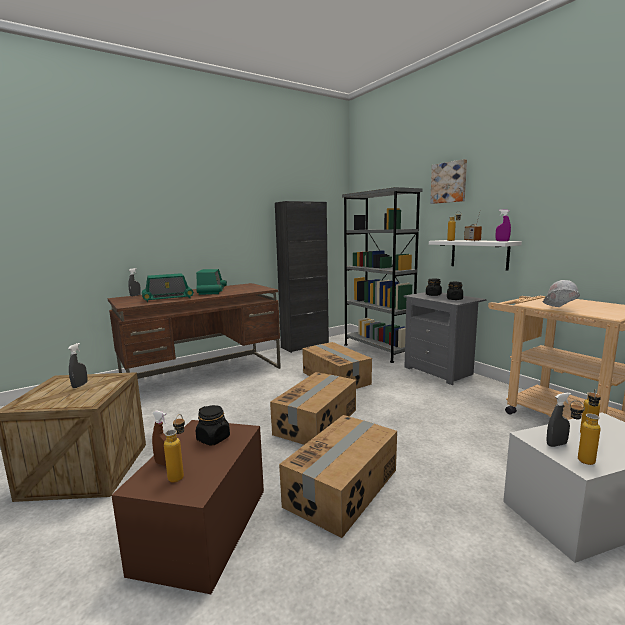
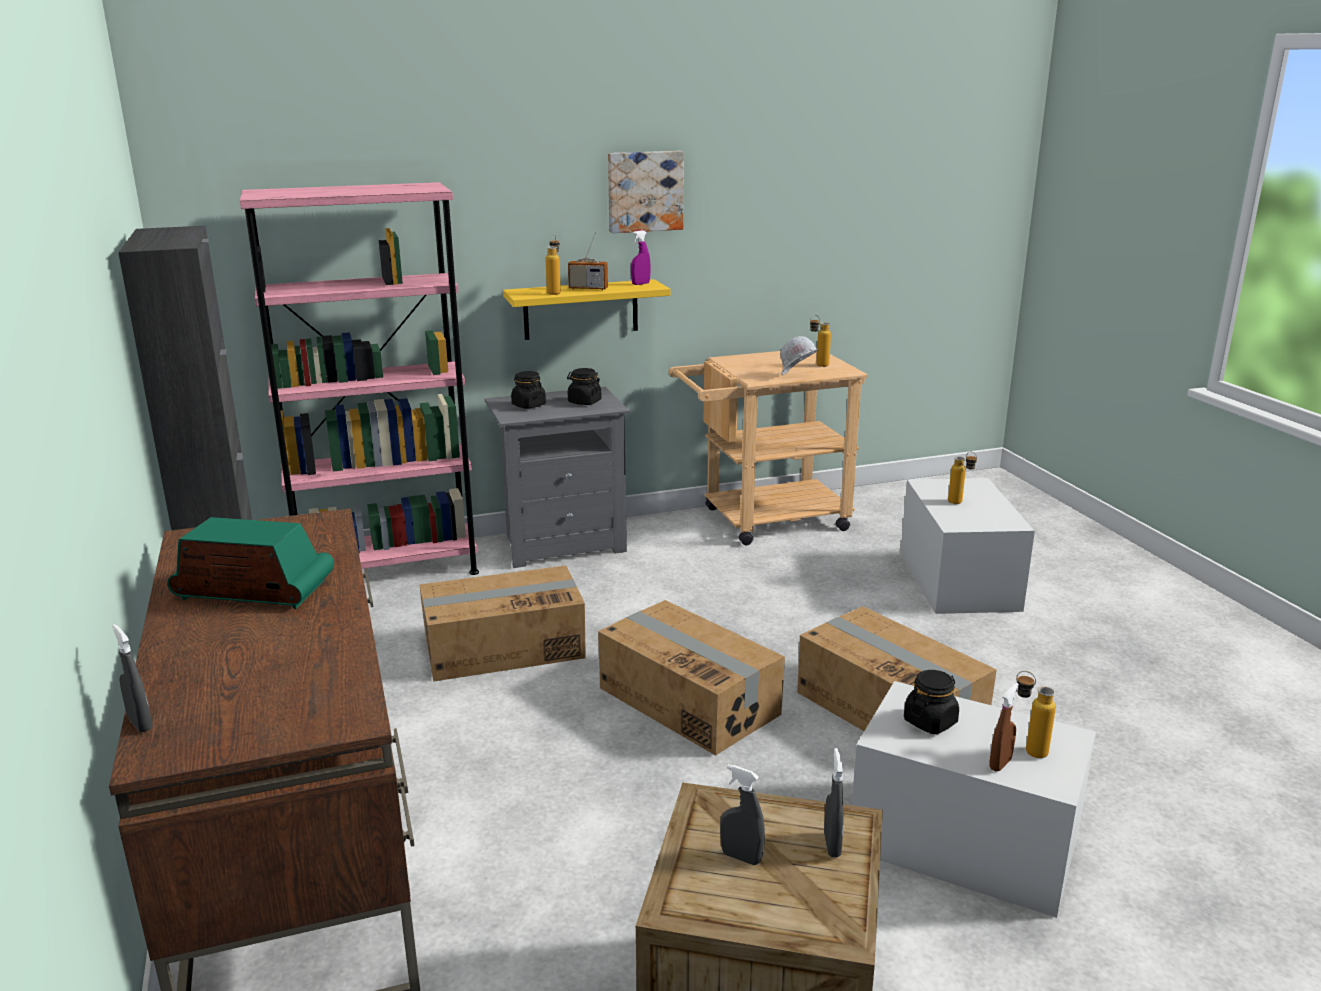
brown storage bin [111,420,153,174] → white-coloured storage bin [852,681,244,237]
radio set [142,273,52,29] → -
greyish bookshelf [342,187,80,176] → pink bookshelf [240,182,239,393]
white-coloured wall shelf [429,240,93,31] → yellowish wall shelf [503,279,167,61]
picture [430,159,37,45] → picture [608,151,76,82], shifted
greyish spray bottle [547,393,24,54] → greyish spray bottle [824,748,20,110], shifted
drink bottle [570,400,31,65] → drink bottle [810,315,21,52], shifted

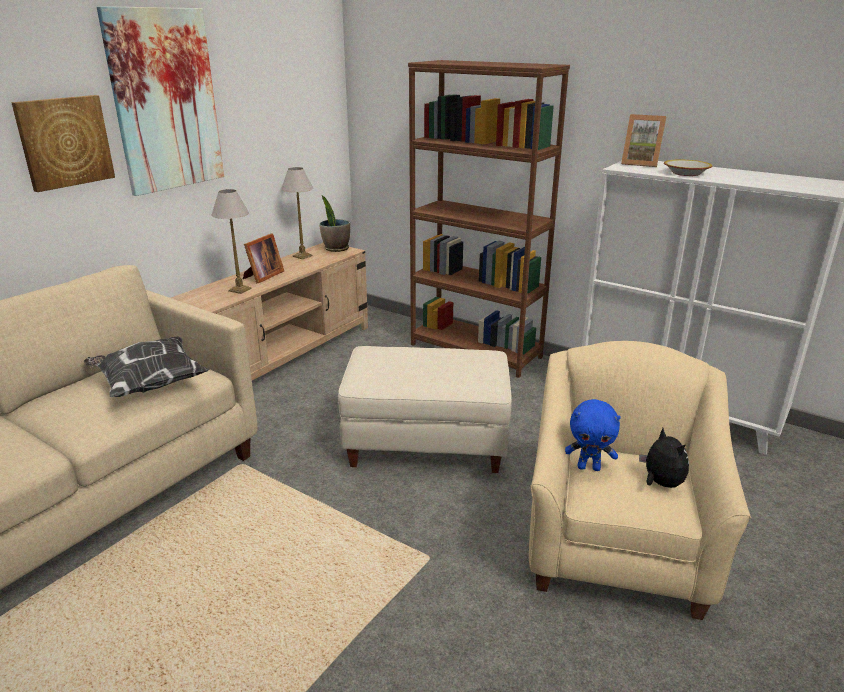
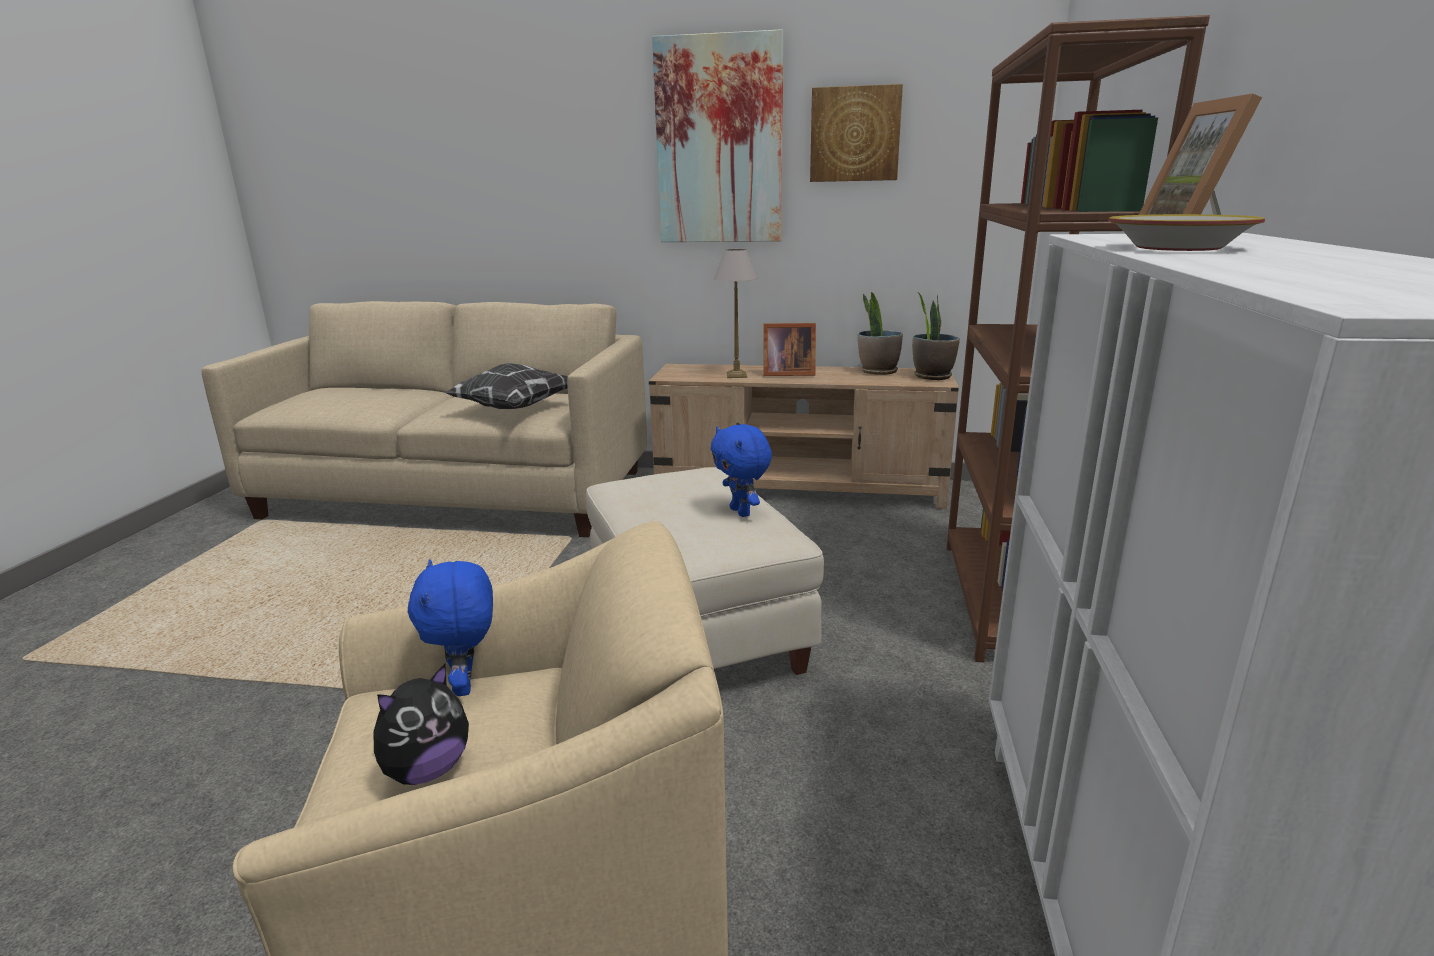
picture [11,95,104,97] → picture [810,84,93,98], shifted
table lamp [281,167,32,92] → potted plant [858,292,45,83]
- → bluish plush toy [711,424,61,93]

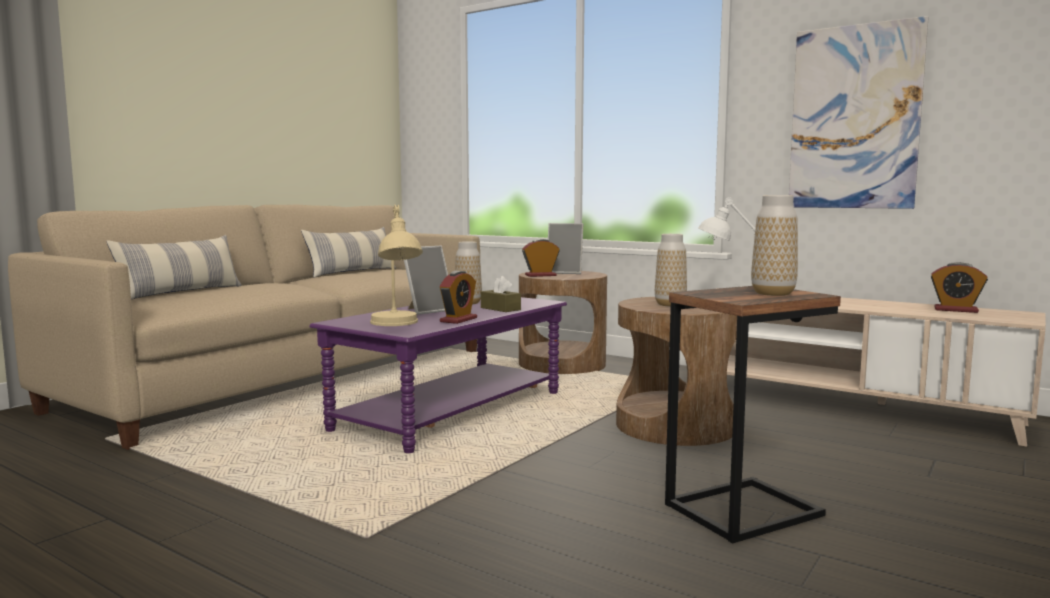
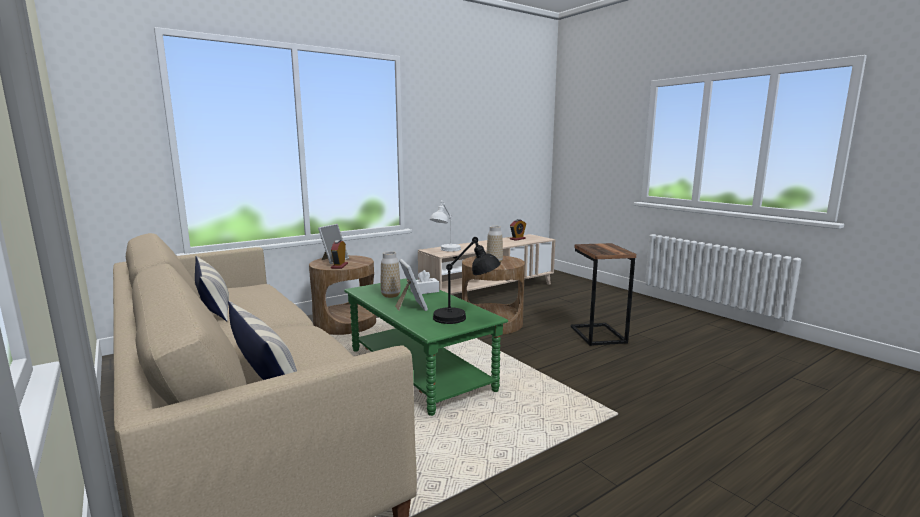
purple-coloured lounge table [309,297,258,156] → green lounge table [344,278,164,138]
sand-coloured table lamp [370,205,53,121] → black-coloured table lamp [433,237,67,87]
bedside clock [440,271,37,53] → -
brown box of tissues [481,276,40,36] → white-coloured box of tissues [411,270,28,24]
flower vase [751,195,47,101] → -
picture [789,16,140,193] → -

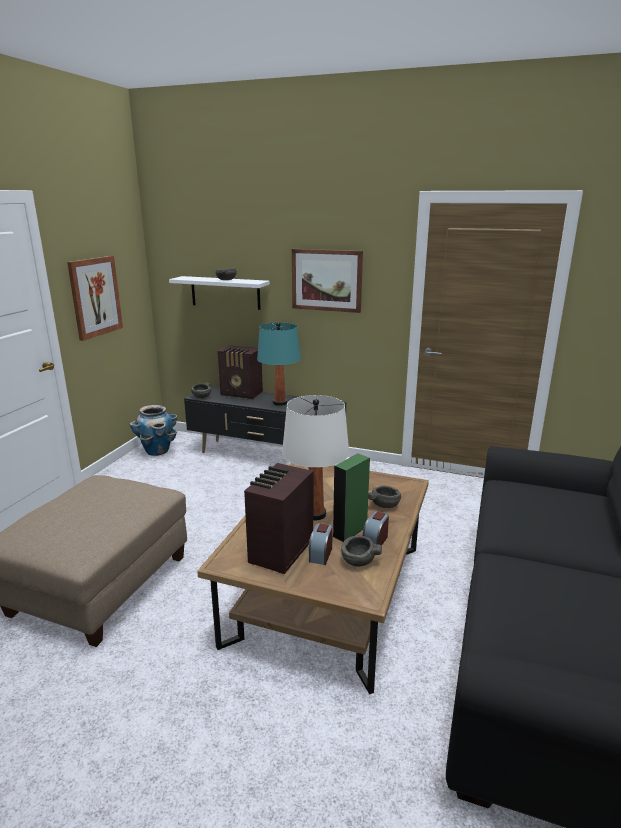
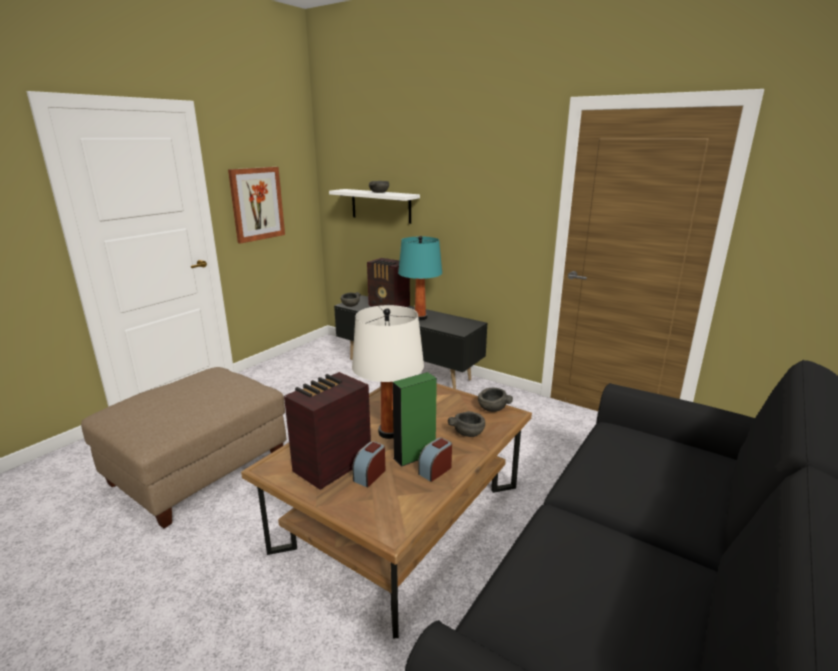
planter [130,405,47,51] → -
picture [292,249,71,64] → -
greyish serving bowl [341,536,41,31] → greyish serving bowl [478,388,35,24], shifted

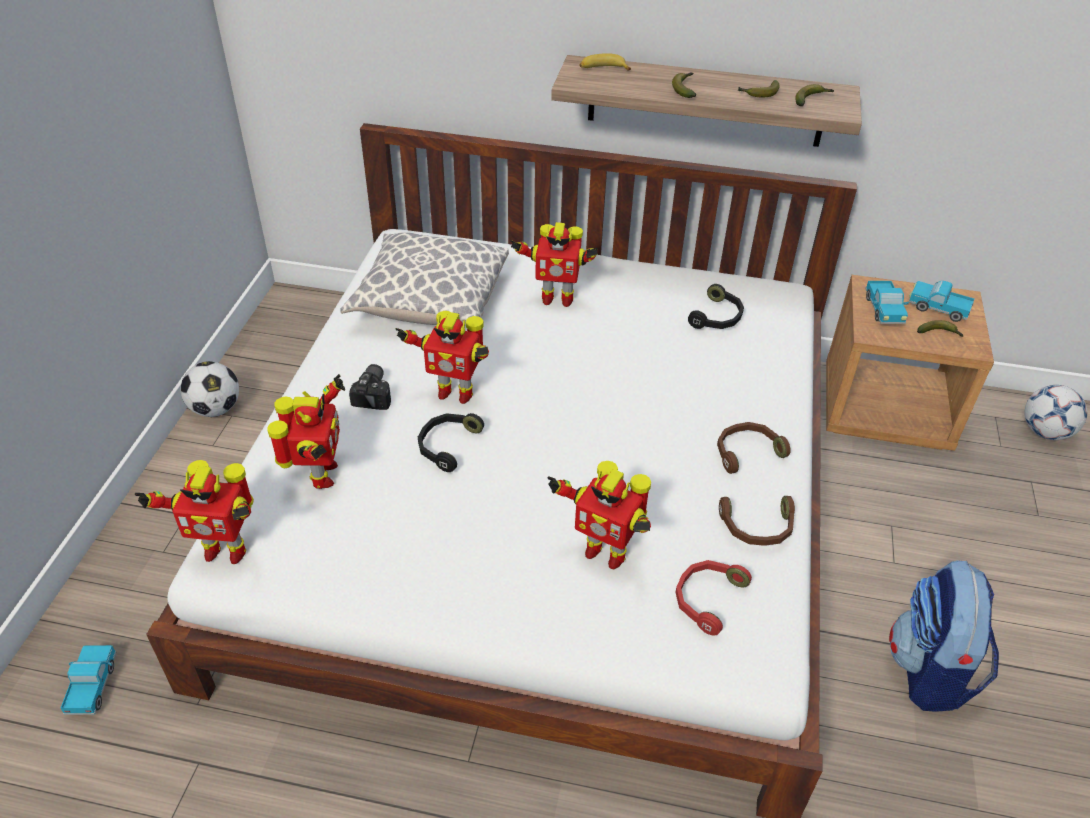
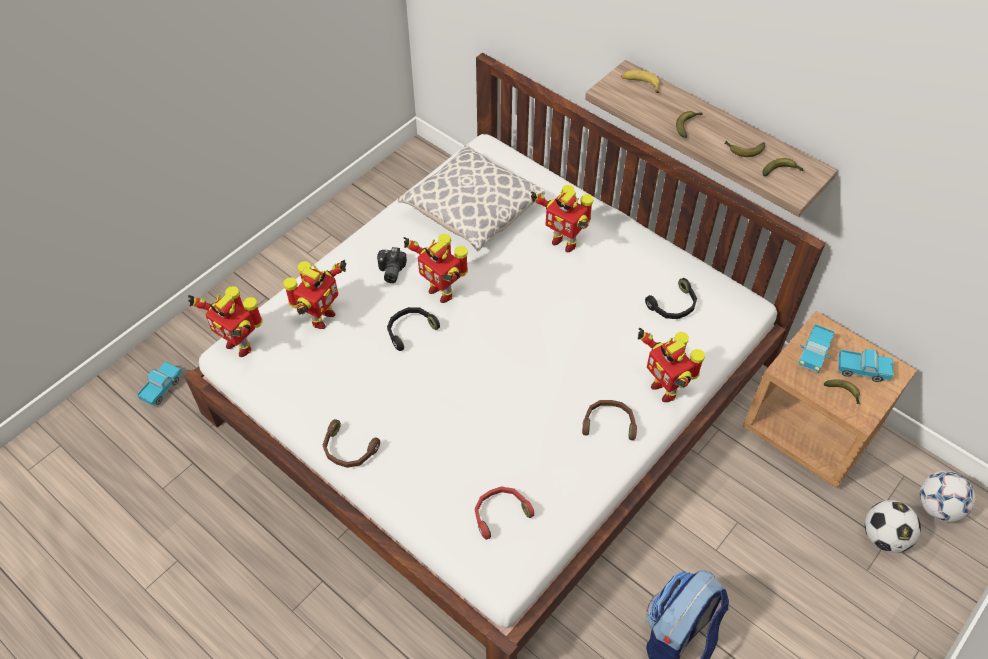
football [181,361,58,56] → football [865,500,56,53], shifted
still camera [349,364,42,46] → still camera [377,247,30,36], 150 degrees clockwise
model robot [548,461,103,108] → model robot [638,328,67,74], shifted
brown headset [719,496,76,50] → brown headset [323,419,57,49], shifted
model truck [909,281,65,41] → model truck [838,349,56,33], 135 degrees clockwise

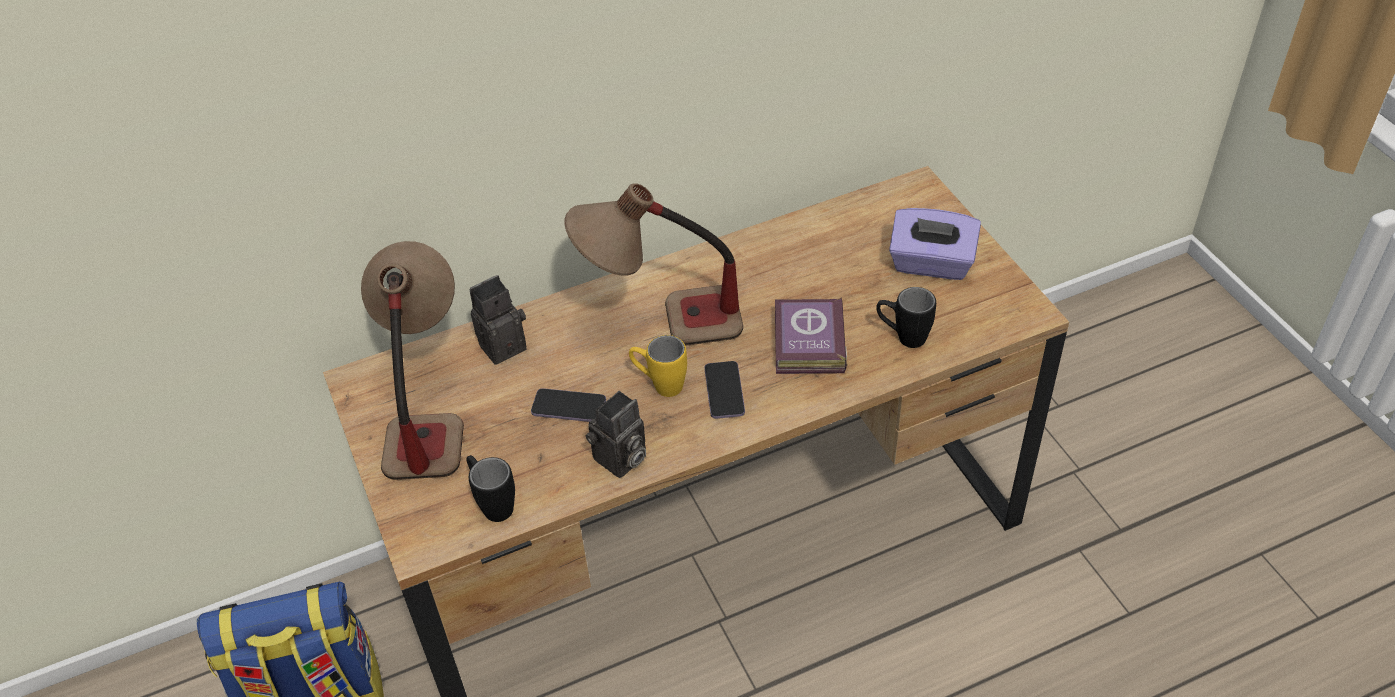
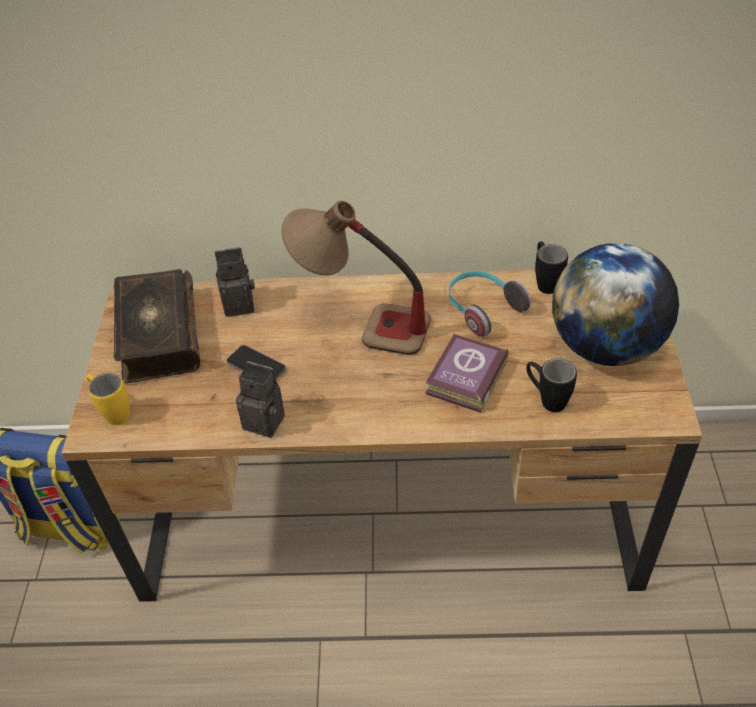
table lamp [361,241,103,239] → volume [114,269,86,114]
black-coloured tea mug [466,455,49,67] → black-coloured tea mug [535,241,33,53], shifted
still camera [586,391,60,87] → still camera [236,361,49,77], 135 degrees counterclockwise
yellowish tea mug [629,335,58,62] → yellowish tea mug [86,372,44,53], shifted
handset [705,361,40,58] → -
purple-coloured box of tissues [889,208,92,72] → world globe [552,243,127,123]
- → headset [449,271,82,66]

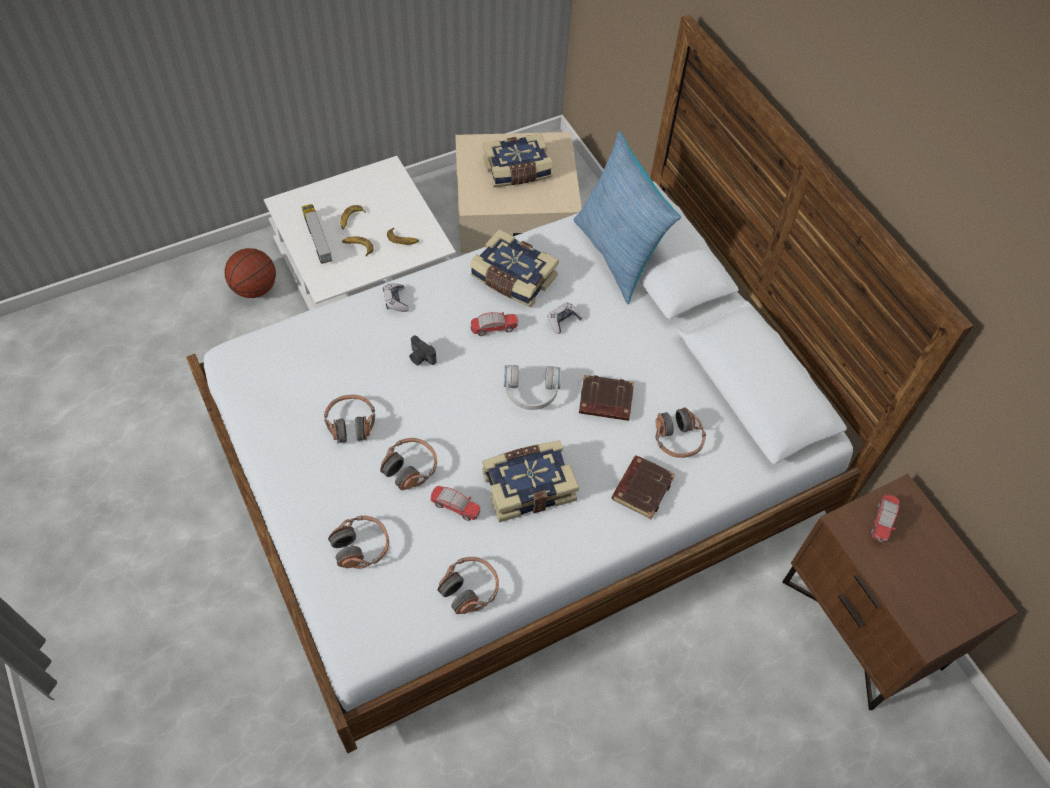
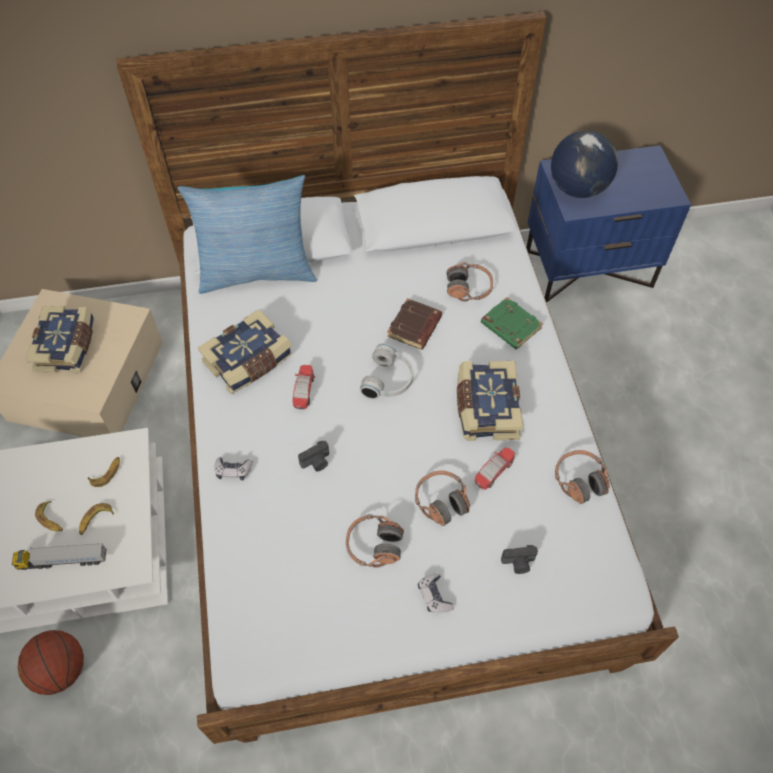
headset [328,515,61,54] → still camera [501,545,37,29]
joypad [548,302,35,32] → joypad [418,573,36,39], shifted
brown volume [612,455,63,64] → green volume [481,297,62,52]
brown bedside table [782,474,236,236] → bluish bedside table [527,145,164,158]
toy car [871,495,28,47] → world globe [551,130,67,68]

